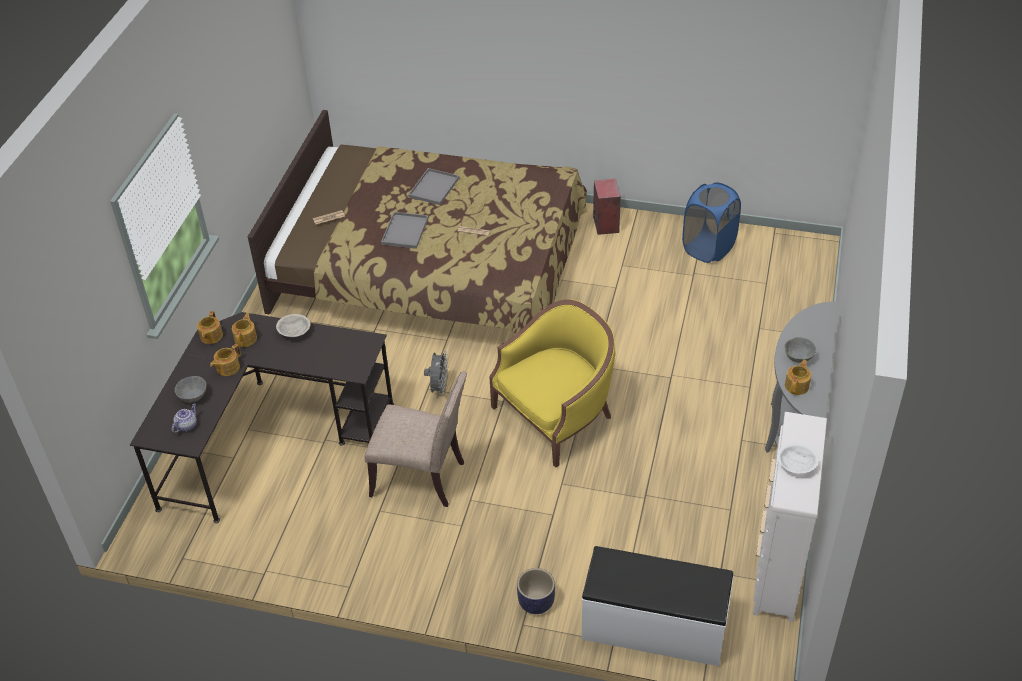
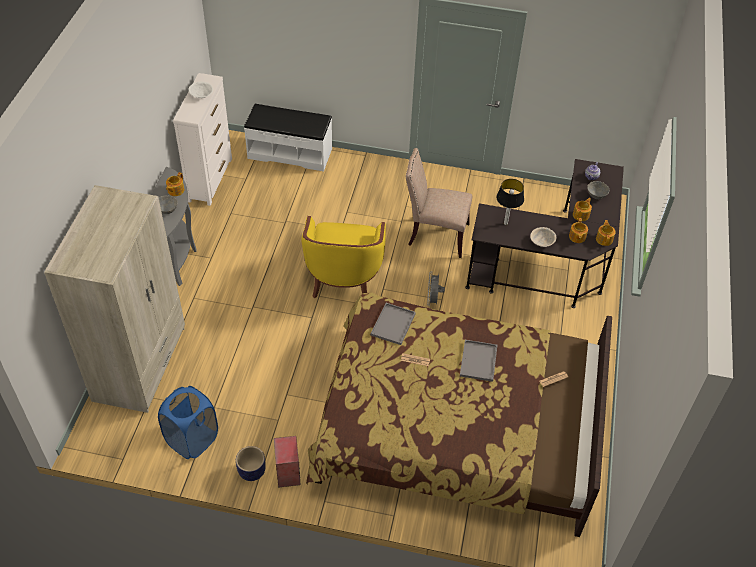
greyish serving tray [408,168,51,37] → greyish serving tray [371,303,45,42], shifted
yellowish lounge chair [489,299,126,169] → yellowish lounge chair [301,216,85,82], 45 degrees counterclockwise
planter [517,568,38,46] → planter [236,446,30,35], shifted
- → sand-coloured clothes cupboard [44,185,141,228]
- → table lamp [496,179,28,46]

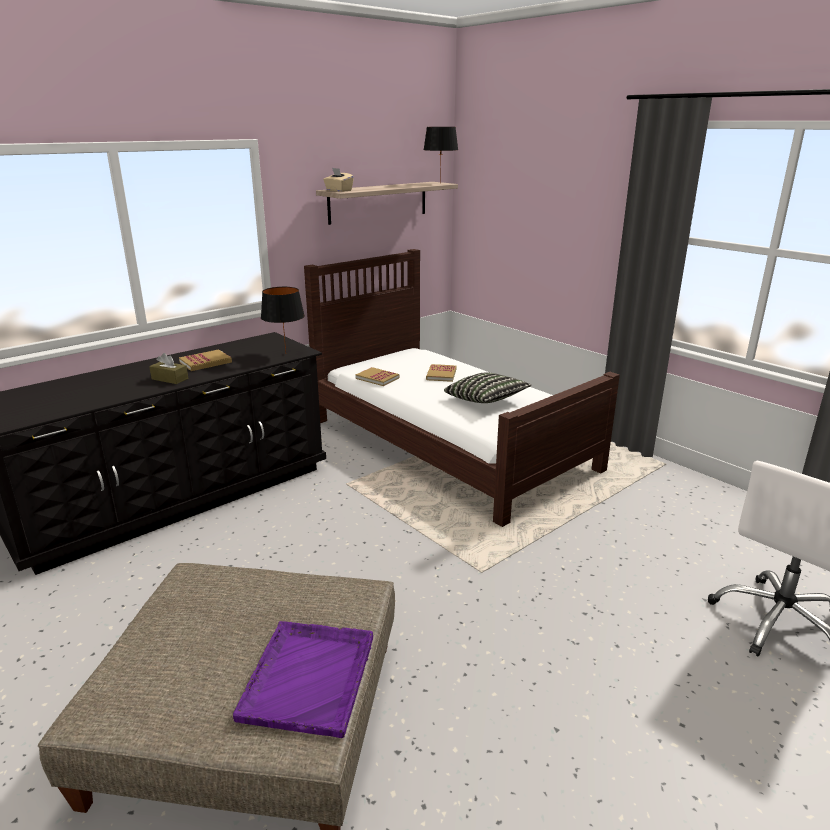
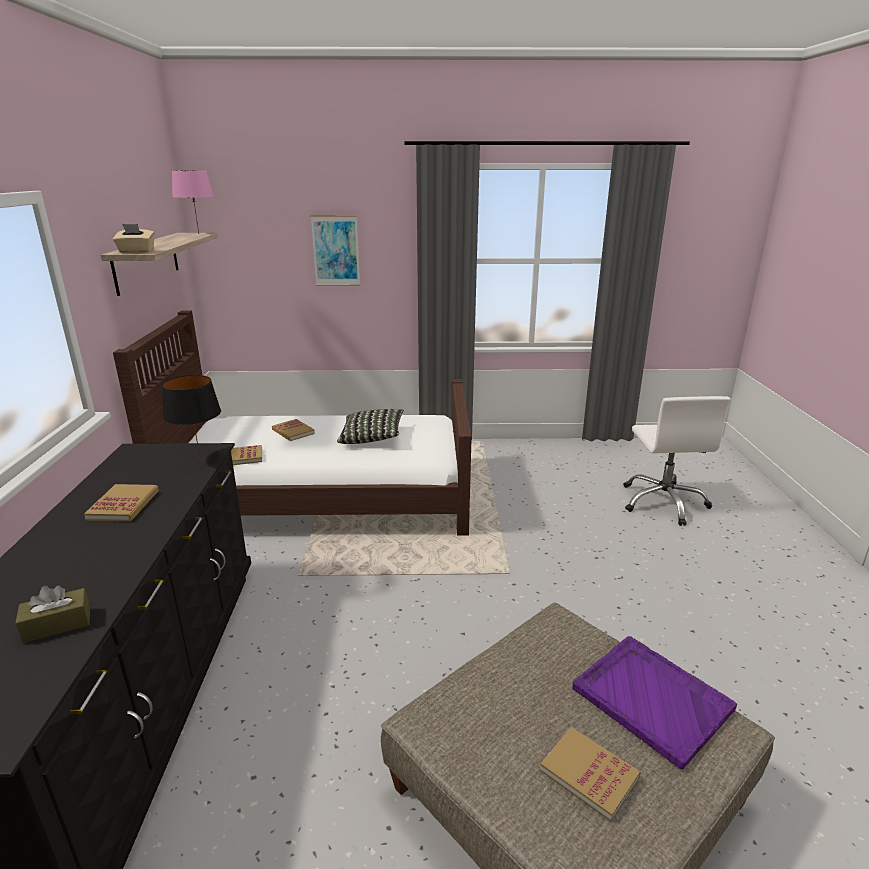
brown box of tissues [149,353,39,31] → brown box of tissues [15,585,75,58], shifted
black-coloured table lamp [424,127,34,57] → pink table lamp [172,170,42,63]
- → picture [311,215,49,71]
- → volume [540,727,101,95]

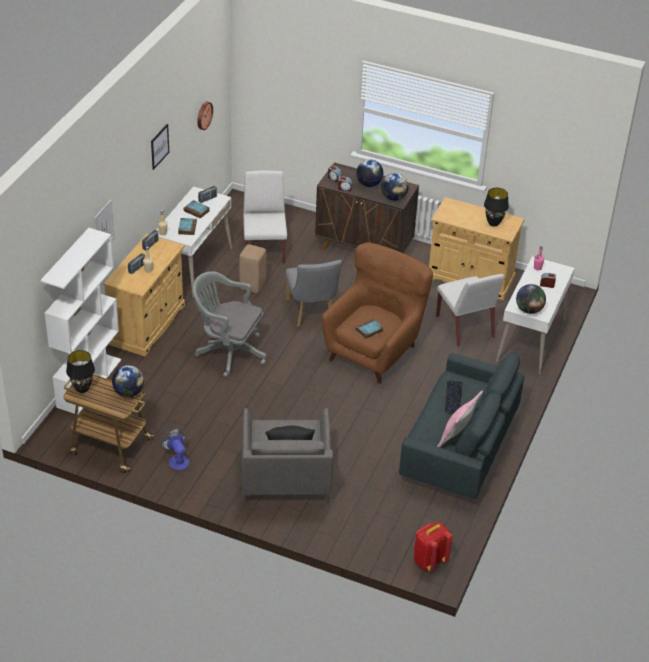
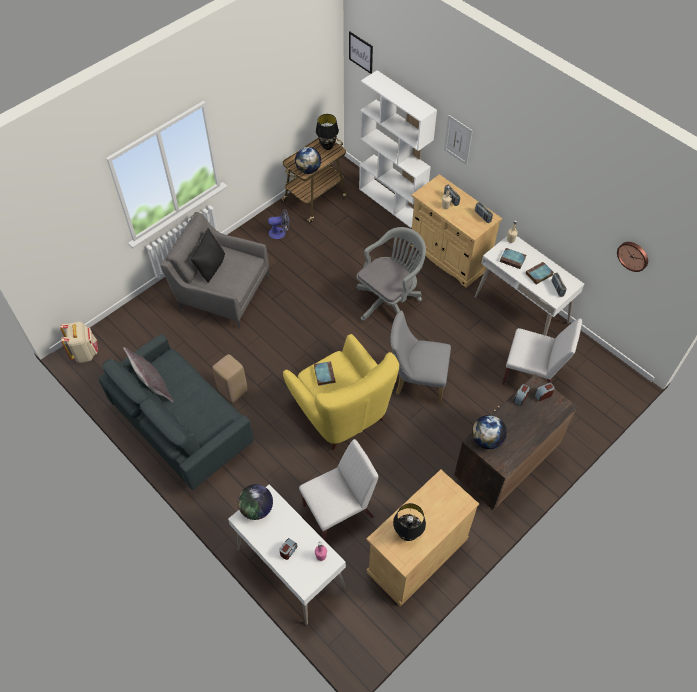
picture [151,124,18,46] → picture [349,32,24,42], shifted
sand-coloured stool seat [239,244,27,50] → sand-coloured stool seat [212,354,36,49], shifted
brown lounge chair [322,242,111,142] → yellowish lounge chair [283,334,116,116]
world globe [356,160,27,27] → -
red rucksack [413,522,40,49] → sand-coloured rucksack [60,322,38,41]
white-coloured upright chair [436,274,68,73] → white-coloured upright chair [299,439,80,103], 150 degrees clockwise
pink cushion [437,391,46,56] → greyish cushion [123,347,51,55]
PC keyboard [445,381,17,32] → -

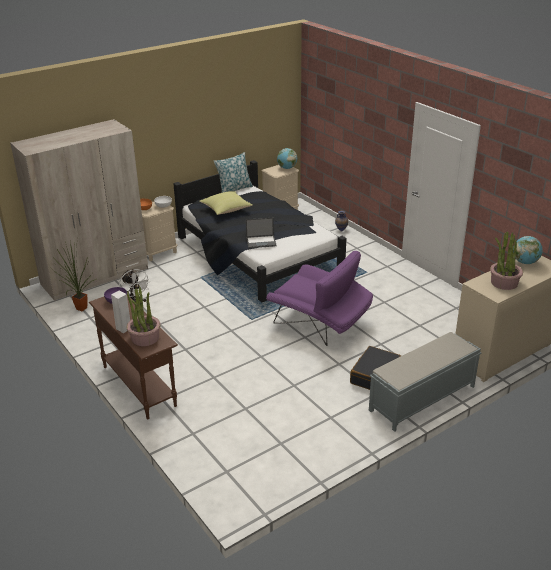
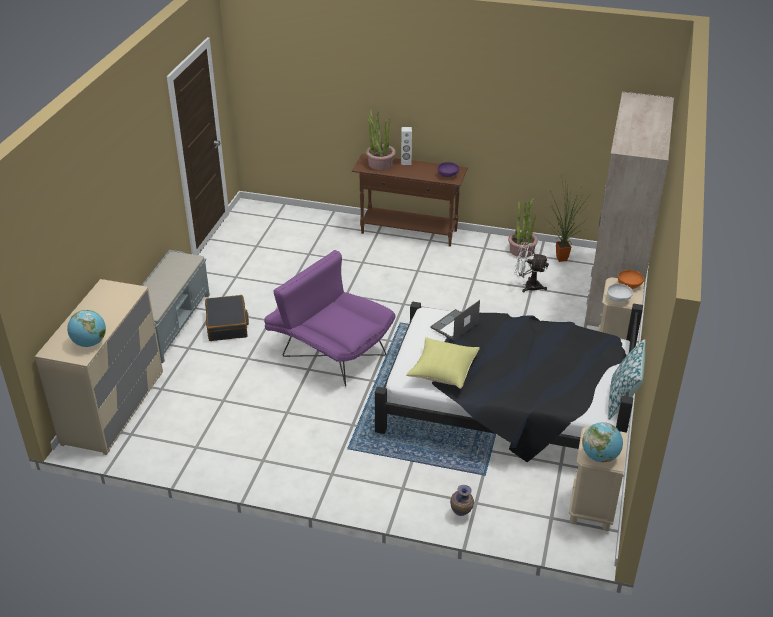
yellowish cushion [199,191,54,24] → yellowish cushion [406,337,74,52], shifted
purple-coloured lounge chair [266,250,107,96] → purple-coloured lounge chair [264,250,132,137], 45 degrees clockwise
potted plant [490,232,33,58] → potted plant [508,198,30,59], shifted

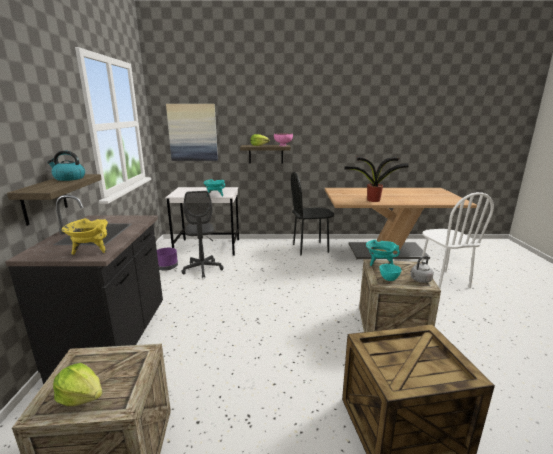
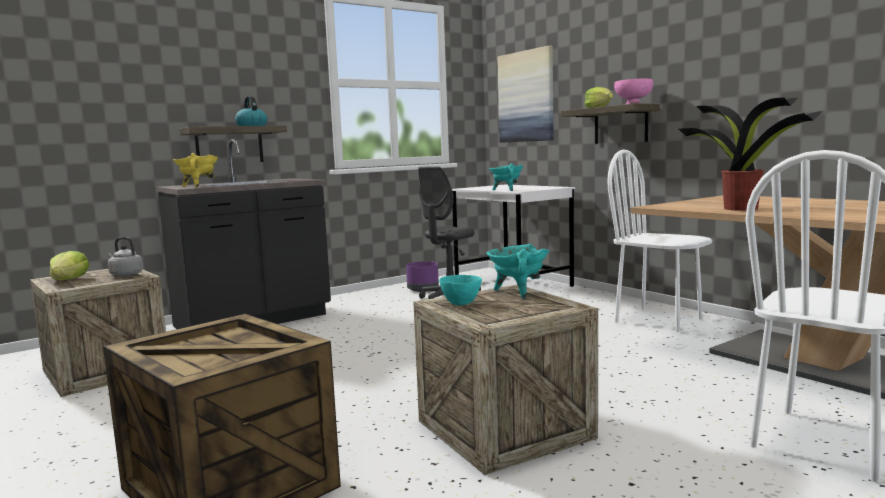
black-coloured upright chair [291,171,43,84] → white-coloured upright chair [607,149,105,183]
greyish water kettle [410,256,24,27] → greyish water kettle [108,237,35,40], shifted

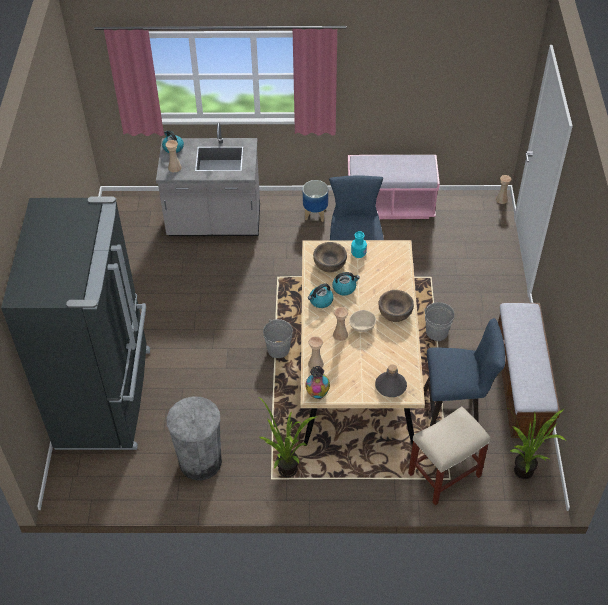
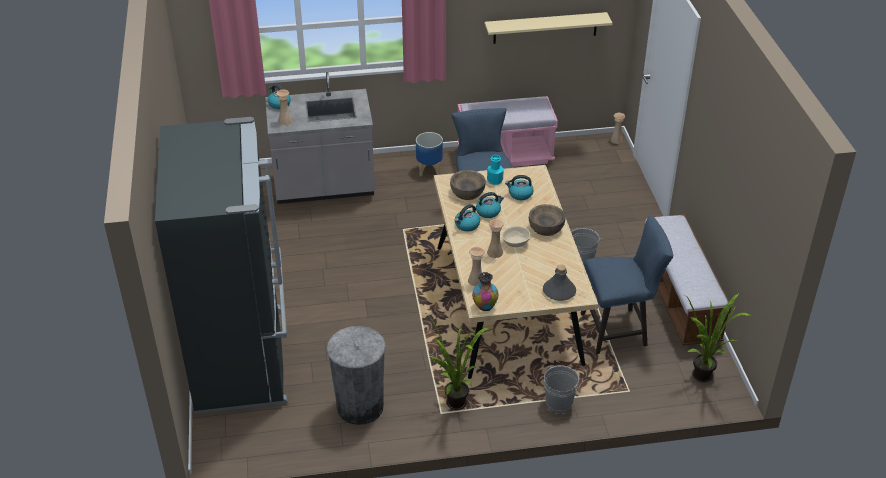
greyish water bucket [263,319,30,39] → greyish water bucket [544,365,35,48], shifted
sand-coloured stool seat [408,406,83,99] → -
- → sand-coloured wall shelf [485,12,128,32]
- → water kettle [505,175,29,25]

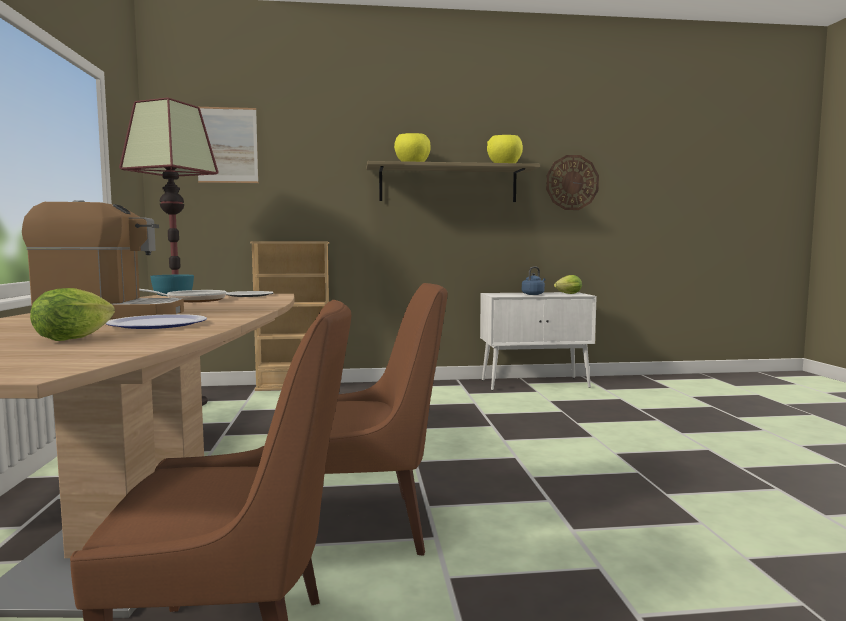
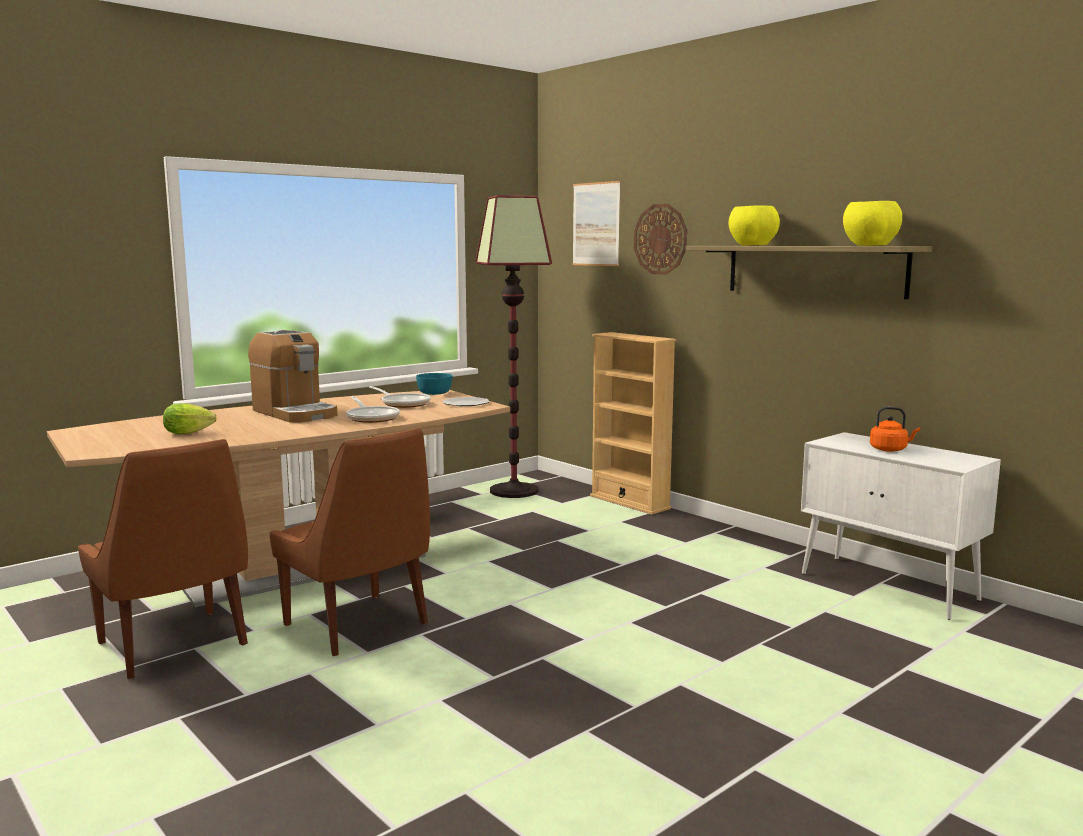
dinner plate [106,314,101,15] → -
bluish water kettle [522,266,24,29] → orange-coloured water kettle [870,407,50,45]
wall clock [546,155,53,55] → wall clock [634,204,53,71], shifted
lettuce head [554,275,28,19] → -
- → skillet [346,396,54,27]

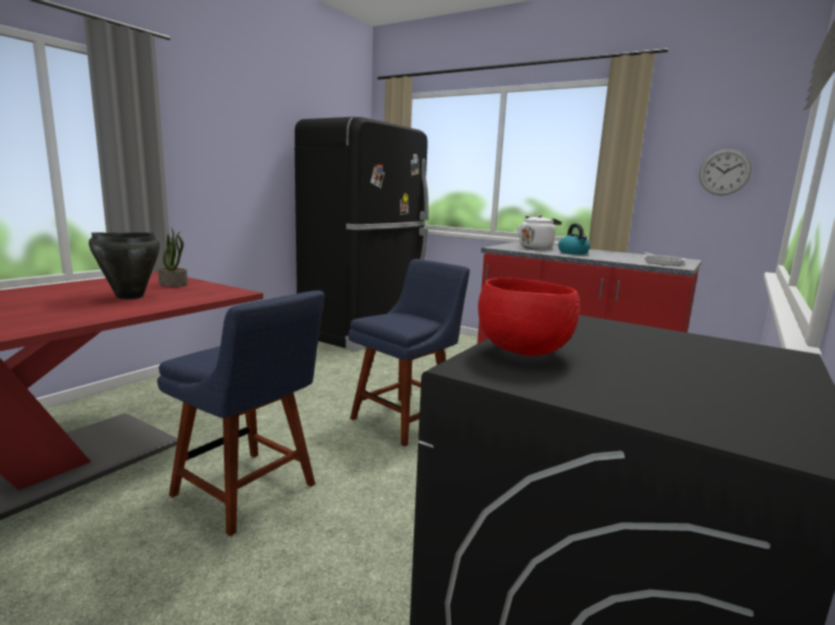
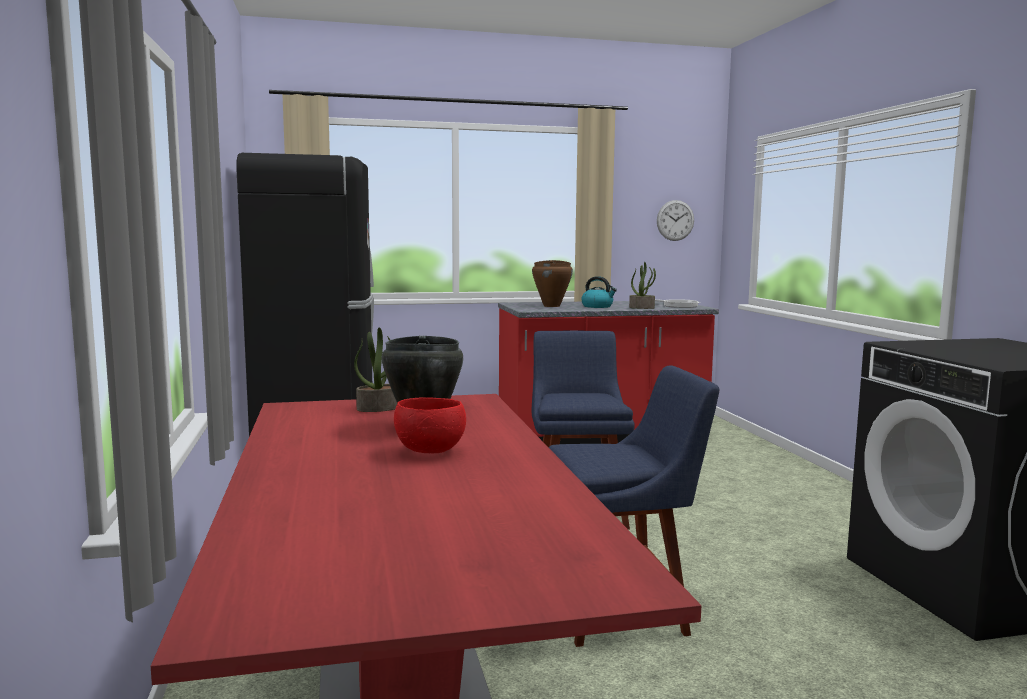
red serving bowl [478,278,102,78] → red serving bowl [394,397,72,56], shifted
white-coloured water kettle [517,215,45,35] → brown saucepot [532,260,41,47]
- → potted plant [629,262,27,47]

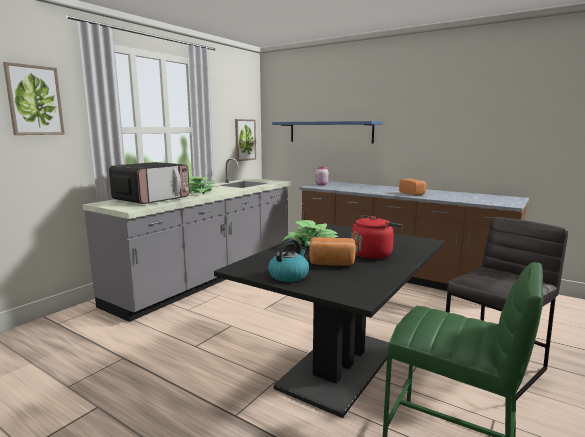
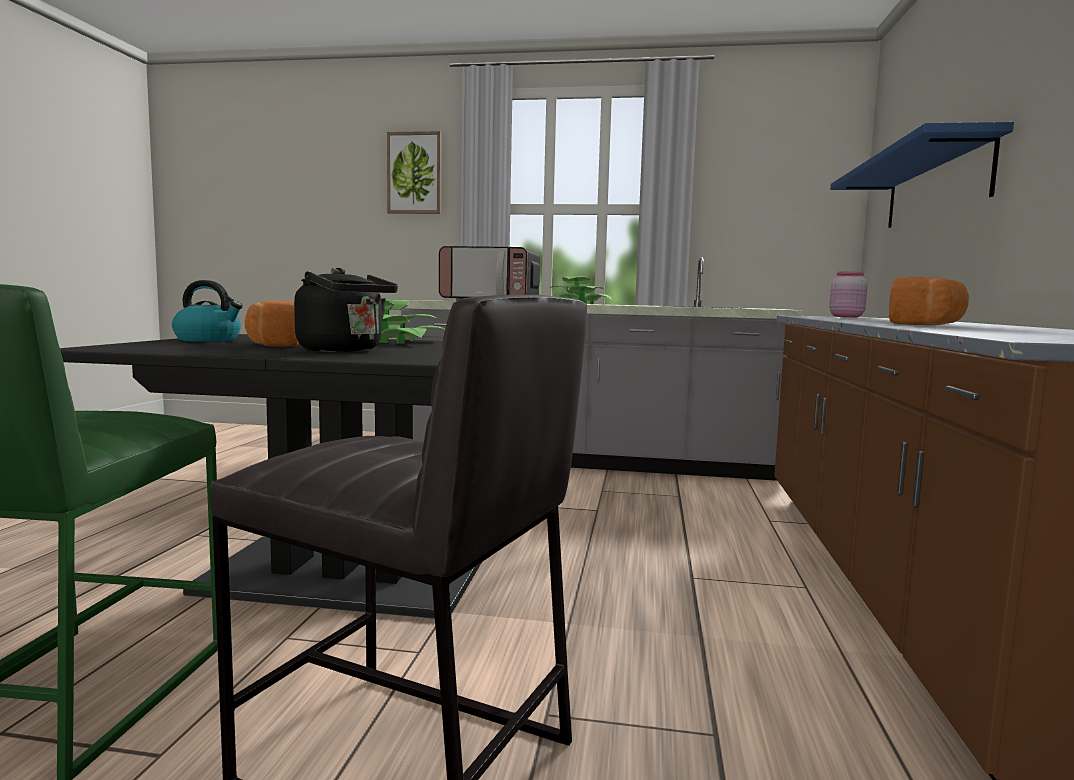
picture [235,119,21,42] → -
red water kettle [352,215,51,44] → black-coloured water kettle [294,268,104,84]

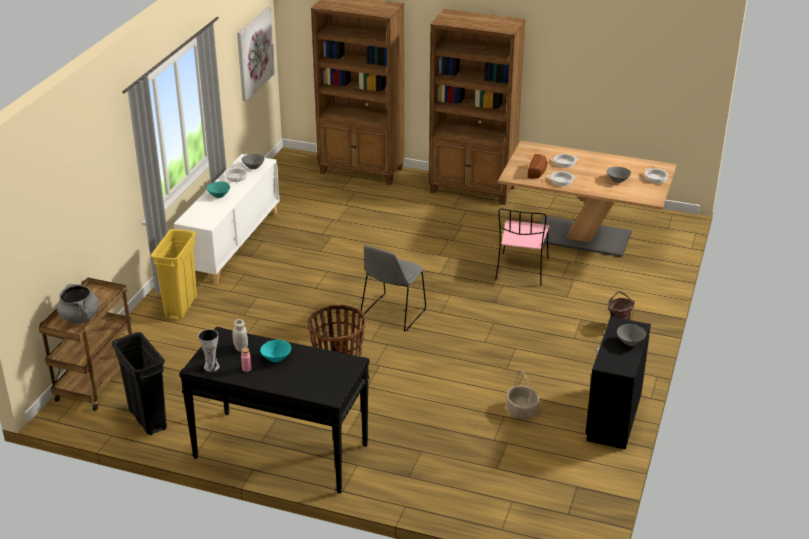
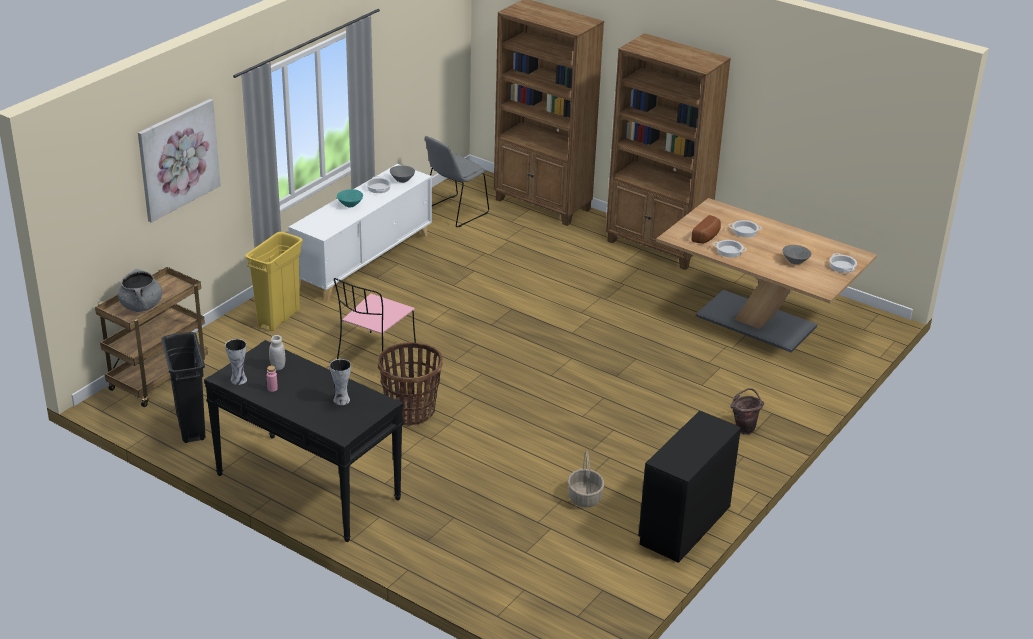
picture [237,7,38,95] → picture [138,99,83,124], shifted
turquoise serving bowl [260,340,31,22] → -
greyish upright chair [361,245,65,87] → greyish upright chair [425,136,64,91], shifted
pink upright chair [495,209,55,77] → pink upright chair [334,278,82,83], shifted
greyish serving bowl [617,324,29,22] → -
- → flower vase [329,359,22,46]

